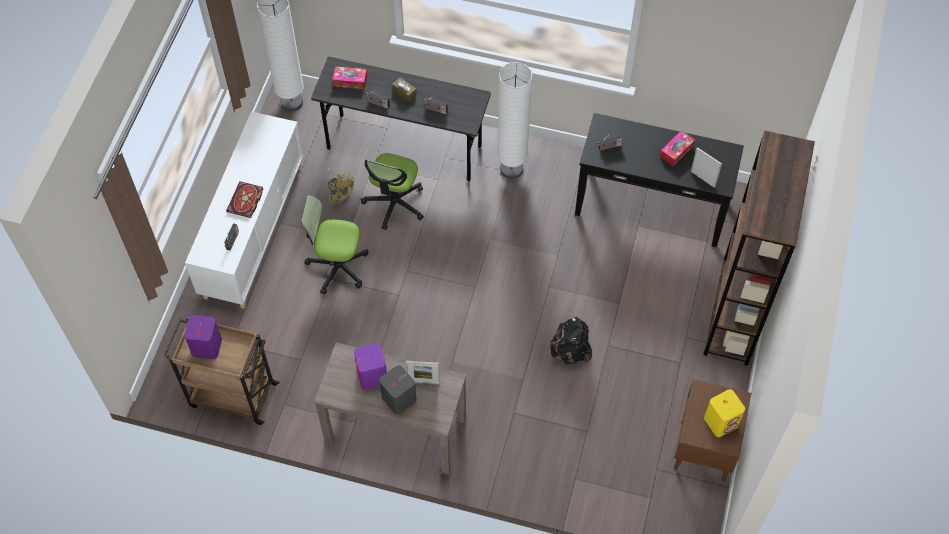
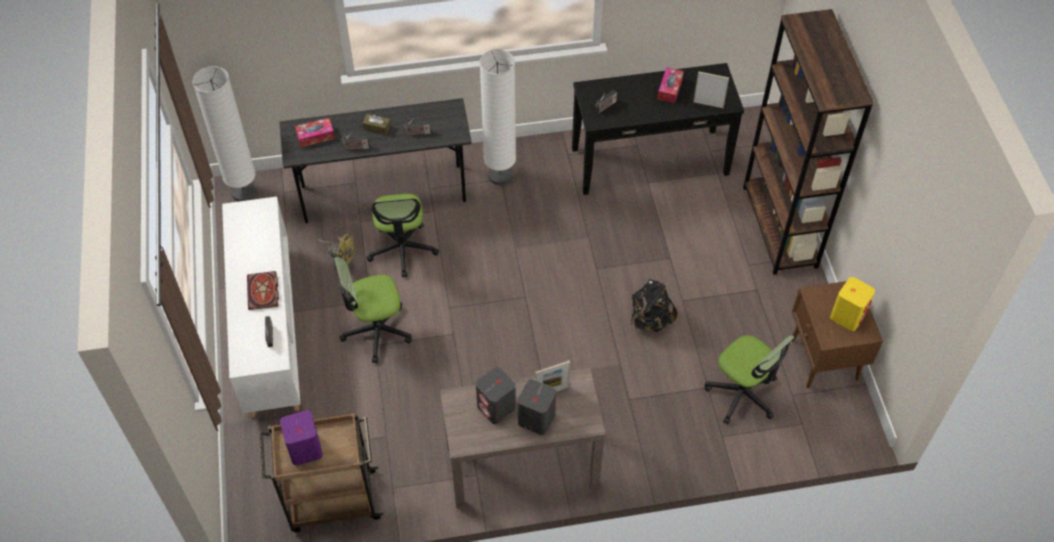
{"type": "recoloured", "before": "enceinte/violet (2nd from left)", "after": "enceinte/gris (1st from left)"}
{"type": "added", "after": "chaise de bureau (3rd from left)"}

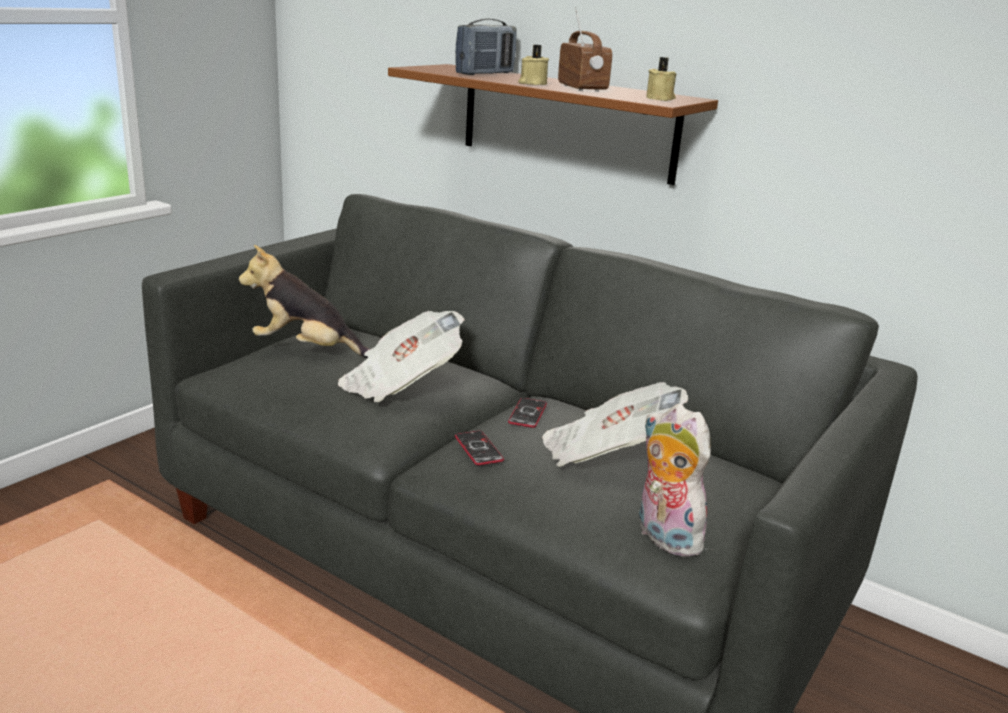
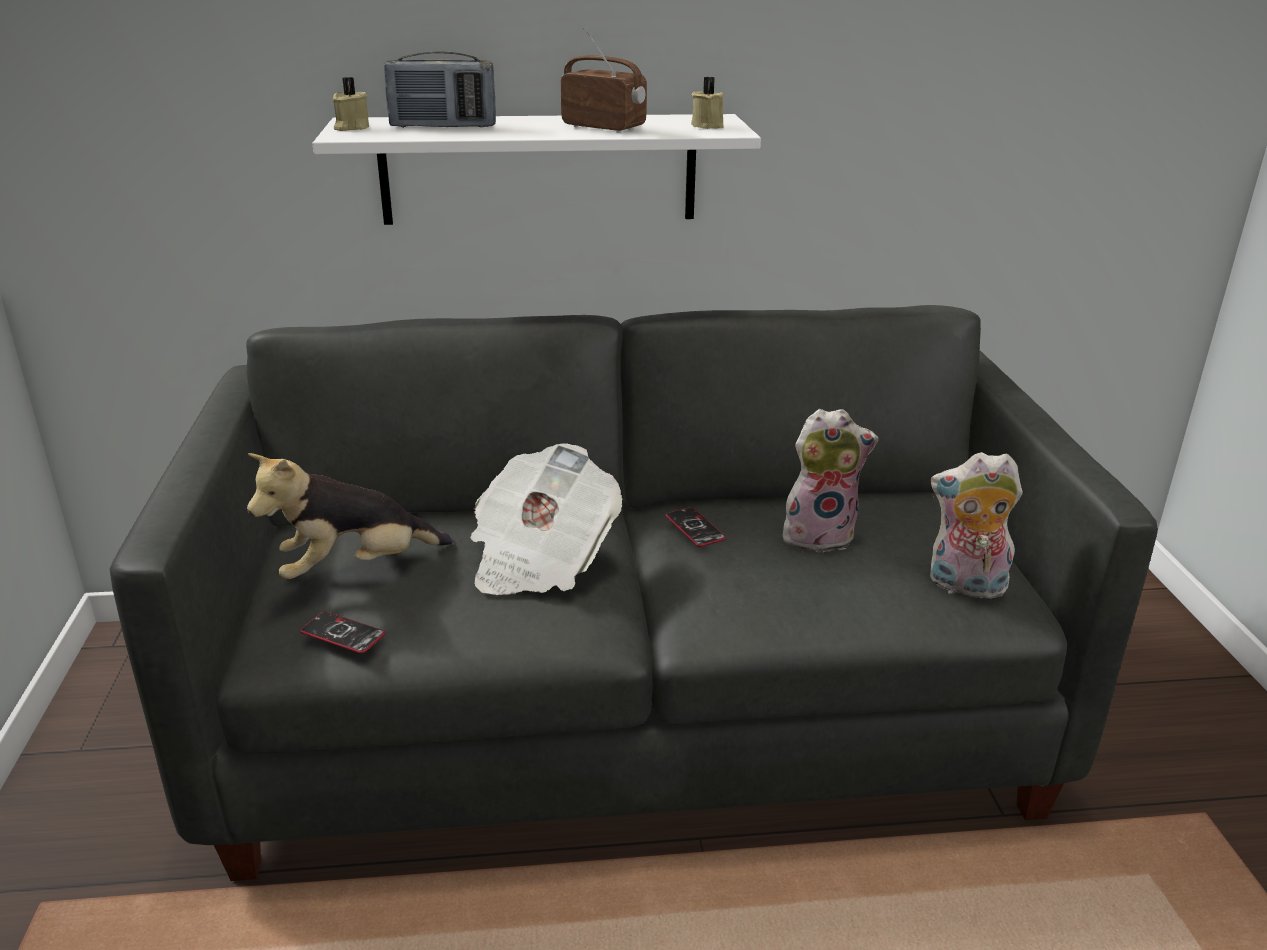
{"type": "turned", "before": "radio (1st from left)", "turn": 90}
{"type": "moved", "before": "bougie/beige (1st from left)"}
{"type": "recoloured", "before": "étagère/marron", "after": "étagère/blanc"}
{"type": "replaced", "before": "journal (2nd from left)", "after": "peluche (2nd from left)"}
{"type": "moved", "before": "téléphone (1st from left)"}

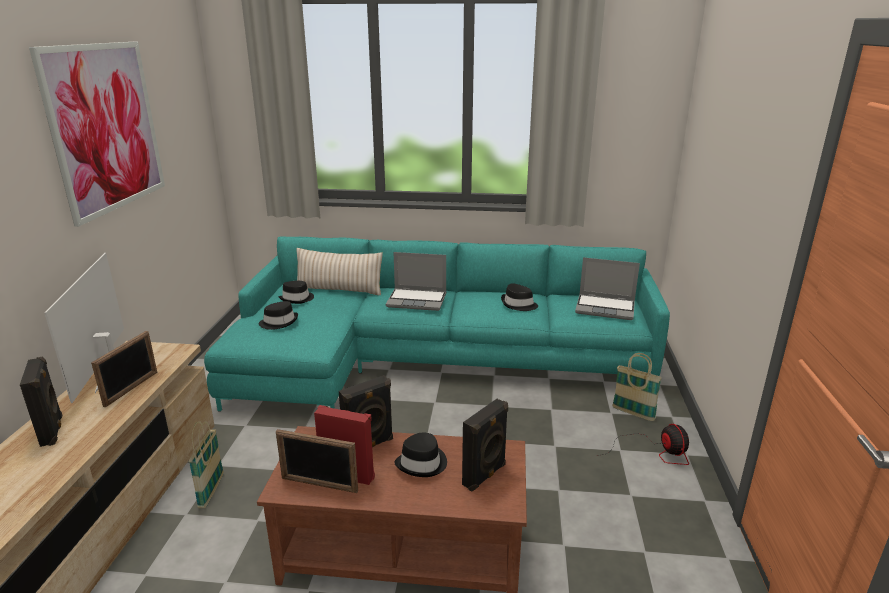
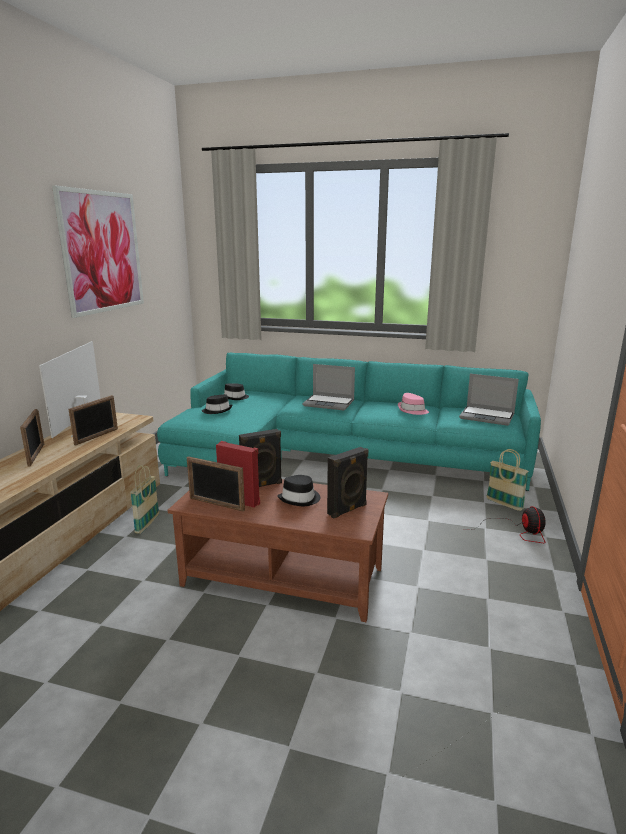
{"type": "removed", "before": "coussin/beige"}
{"type": "recoloured", "before": "chapeau/noir (4th from left)", "after": "chapeau/rose"}
{"type": "replaced", "before": "enceinte/noir (1st from left)", "after": "cadre photo (1st from left)"}

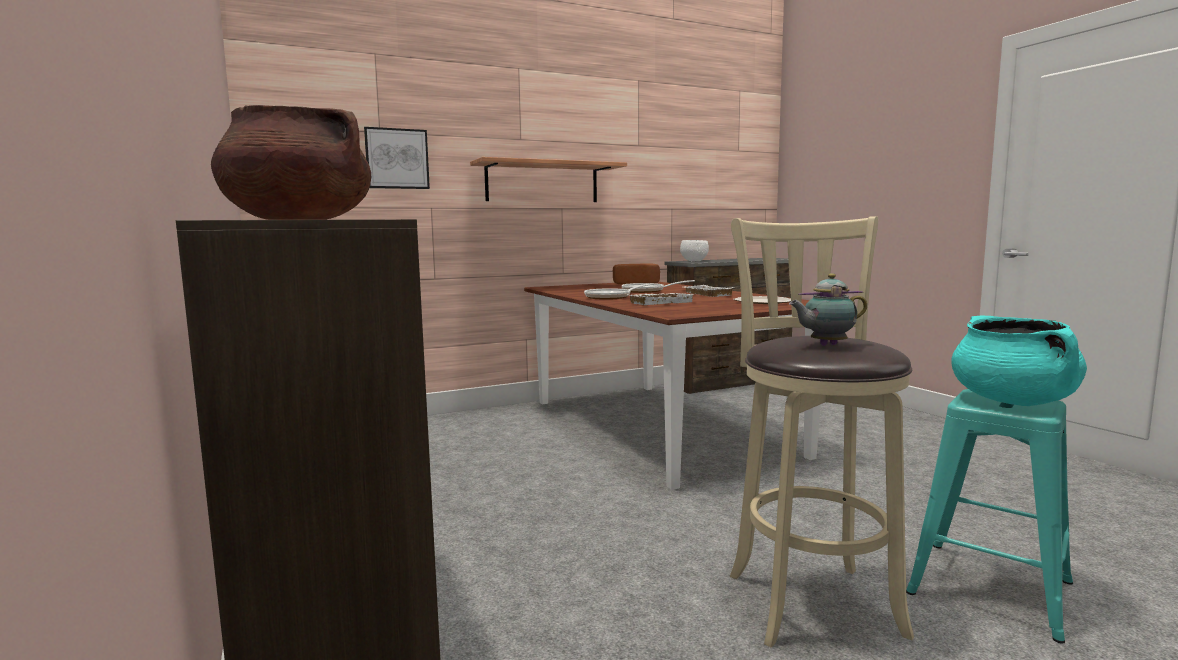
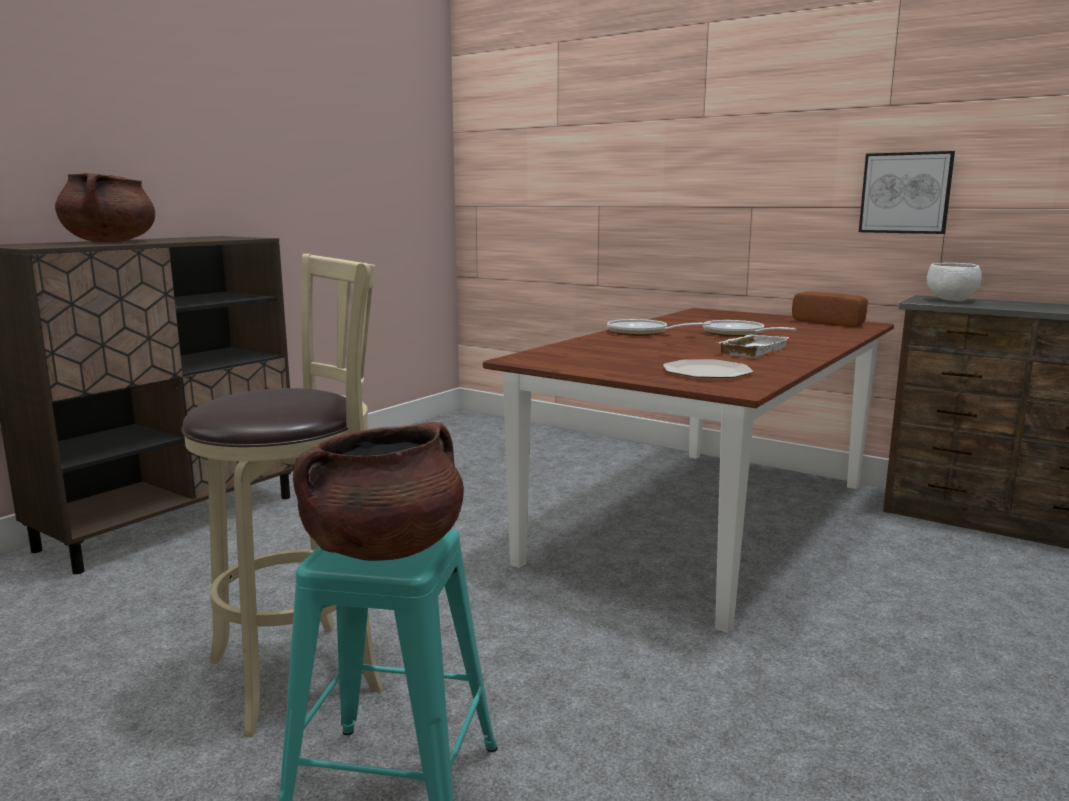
{"type": "moved", "before": "tableau"}
{"type": "removed", "before": "étagère"}
{"type": "removed", "before": "théière"}
{"type": "removed", "before": "plateau/blanc (1st from left)"}
{"type": "recoloured", "before": "marmite/turquoise", "after": "marmite/marron (2nd from left)"}

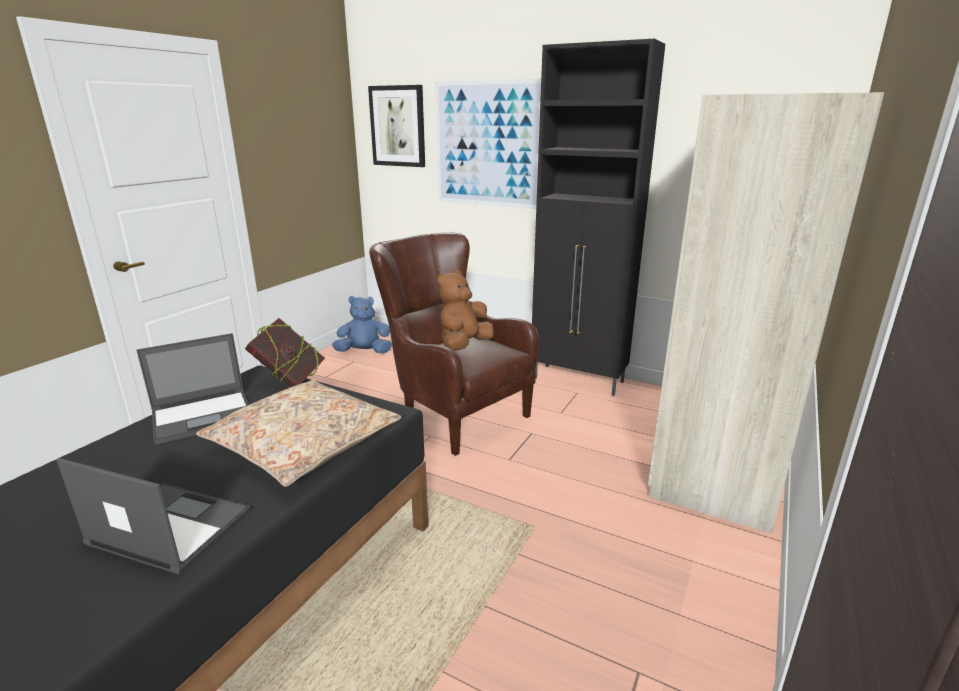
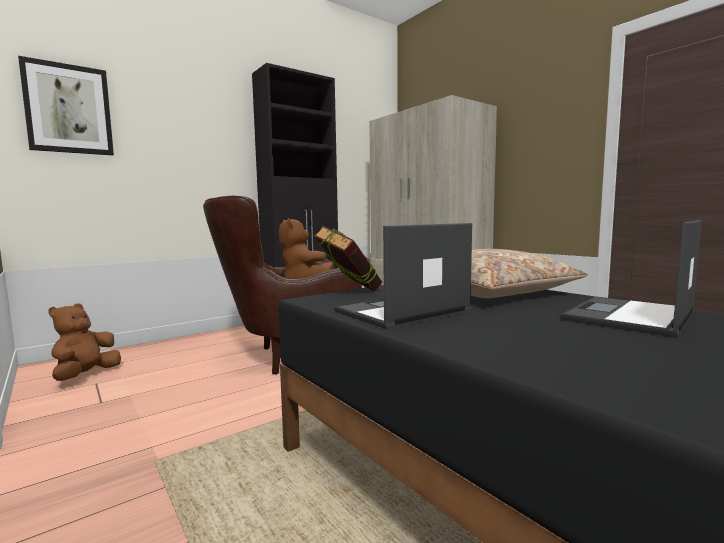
{"type": "removed", "before": "tableau (2nd from left)"}
{"type": "recoloured", "before": "peluche/bleu", "after": "peluche/marron (1st from left)"}
{"type": "turned", "before": "ordinateur portable (2nd from left in the first image)", "turn": -120}

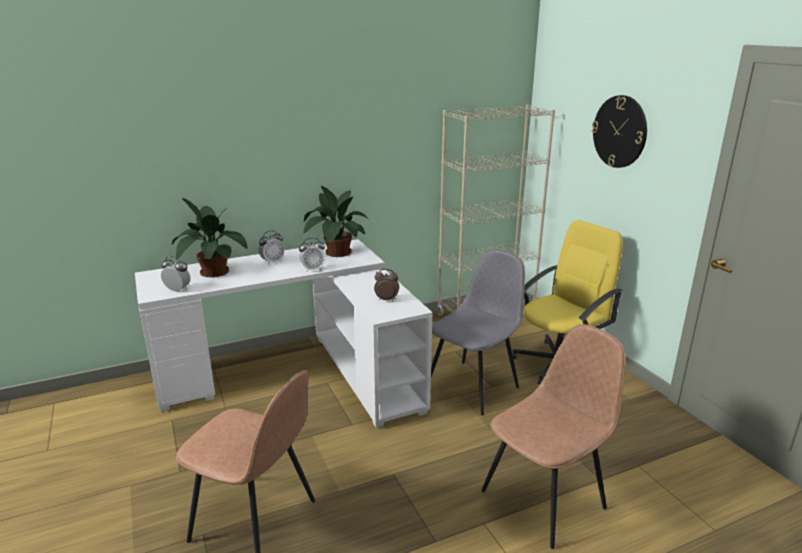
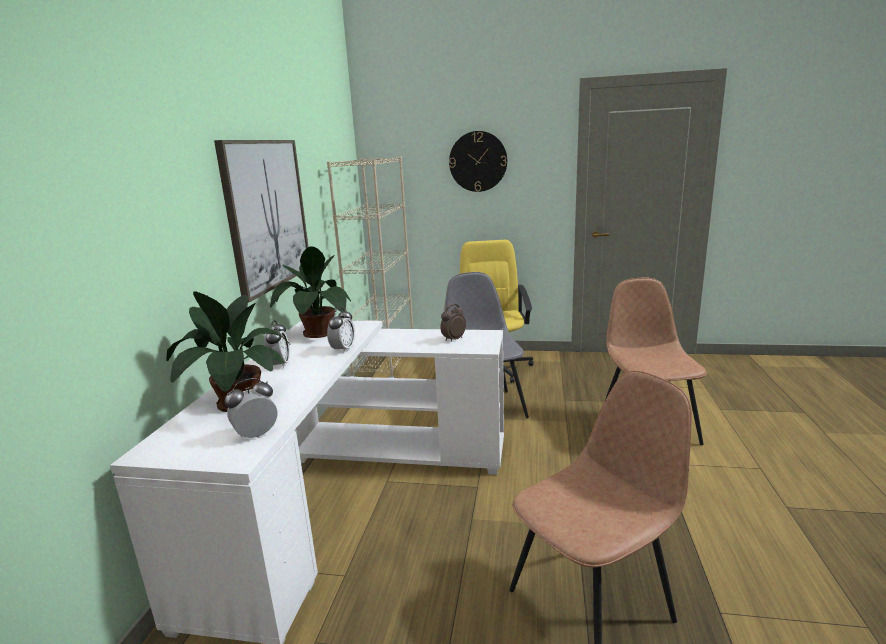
{"type": "added", "after": "tableau"}

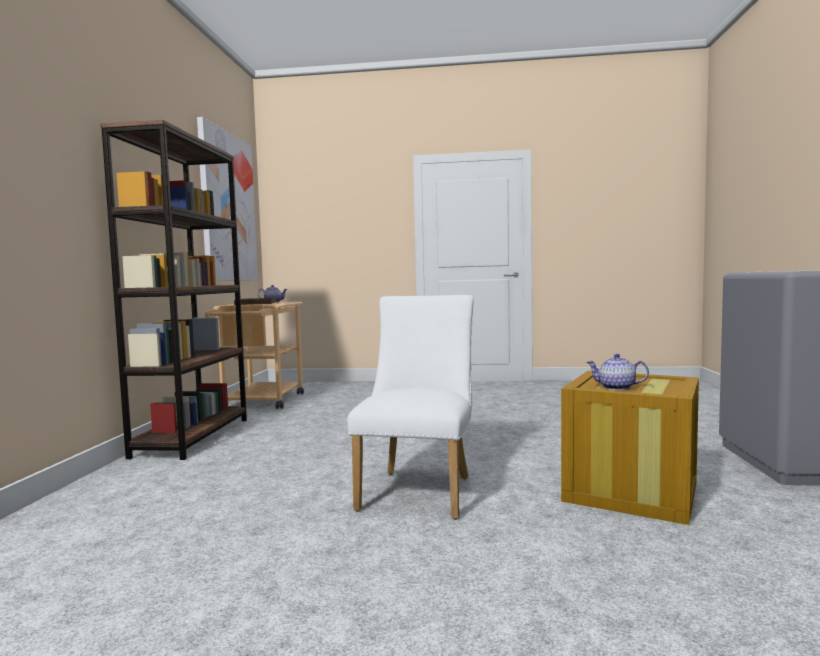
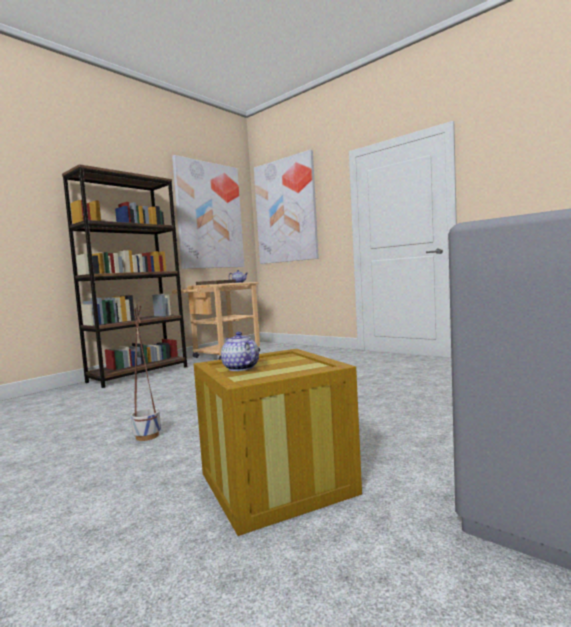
{"type": "replaced", "before": "chaise/blanc", "after": "cache-pot"}
{"type": "added", "after": "tableau (2nd from left)"}

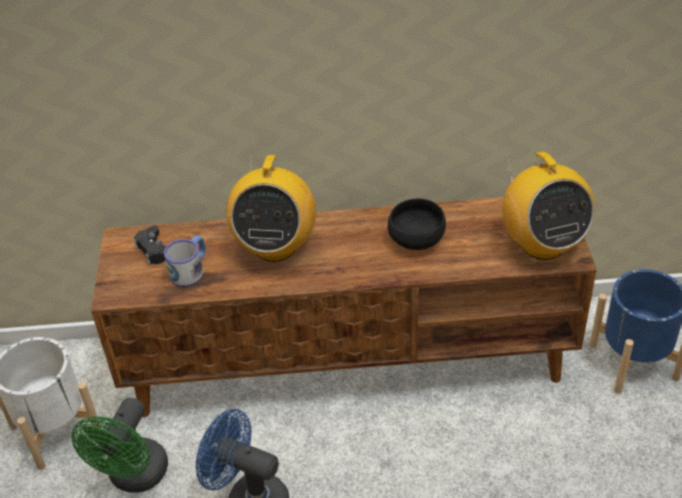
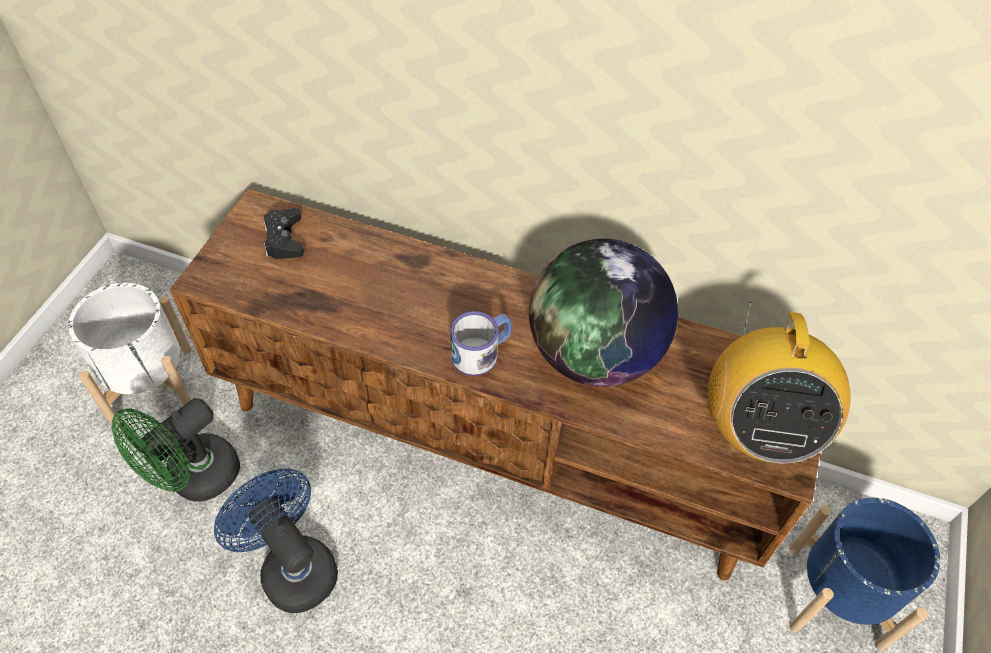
{"type": "removed", "before": "radio (1st from left)"}
{"type": "replaced", "before": "bol/noir", "after": "globe"}
{"type": "moved", "before": "mug"}

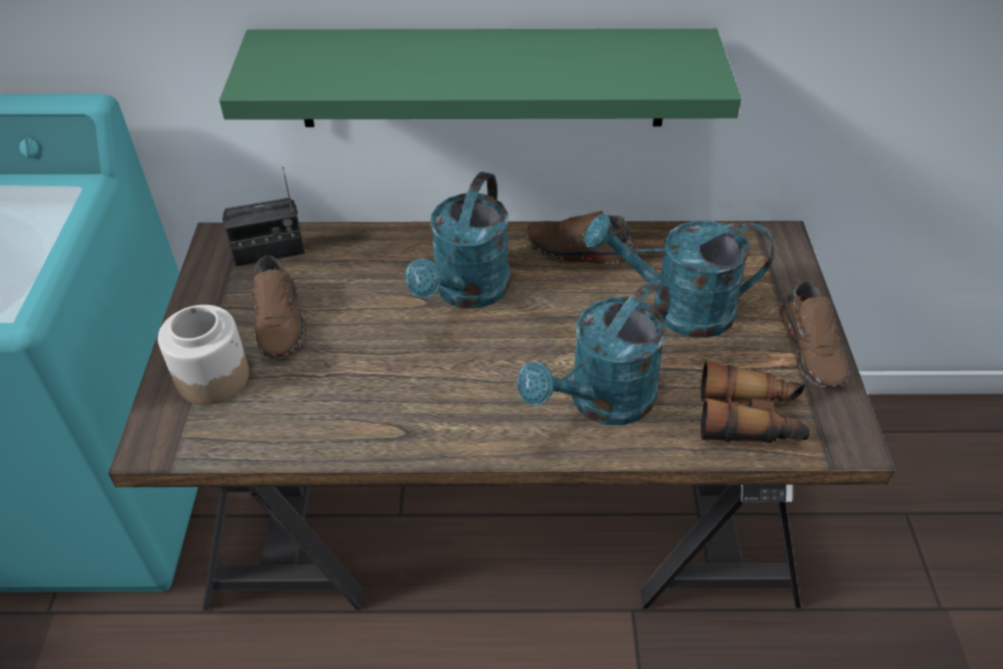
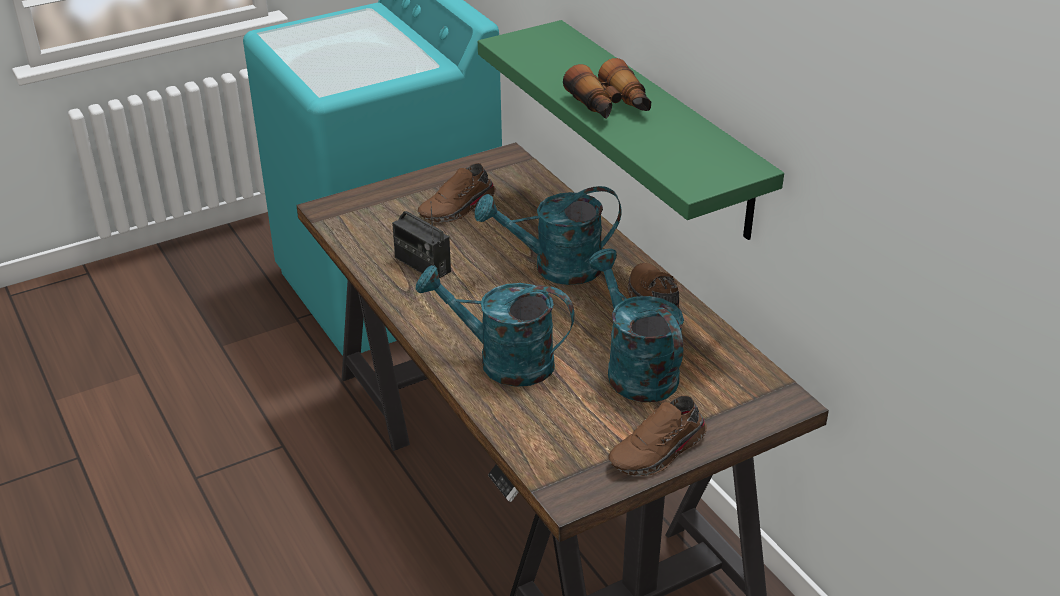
{"type": "moved", "before": "radio"}
{"type": "removed", "before": "bocal"}
{"type": "moved", "before": "jumelles"}

